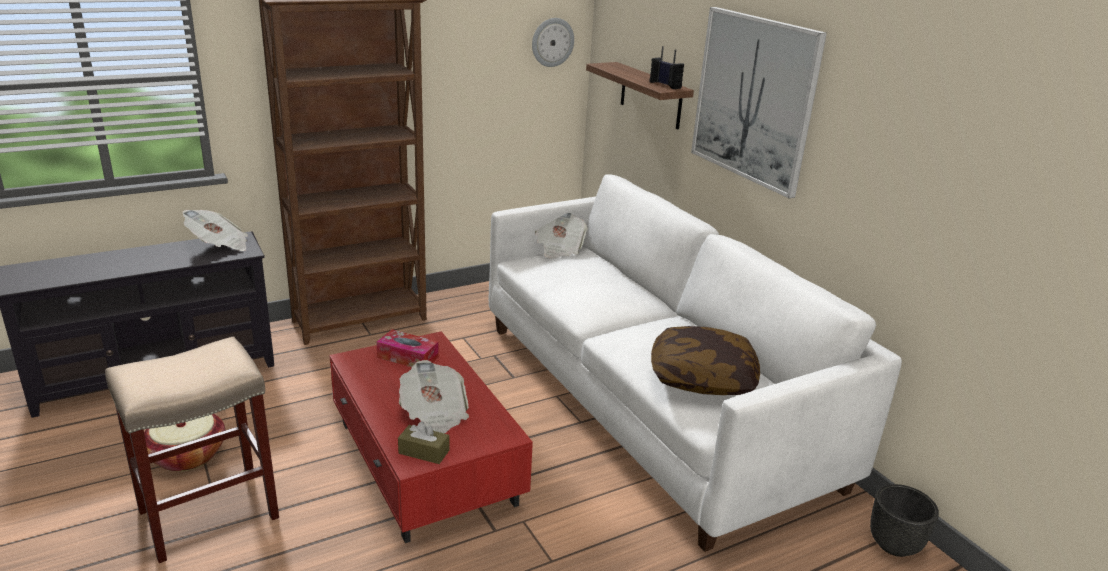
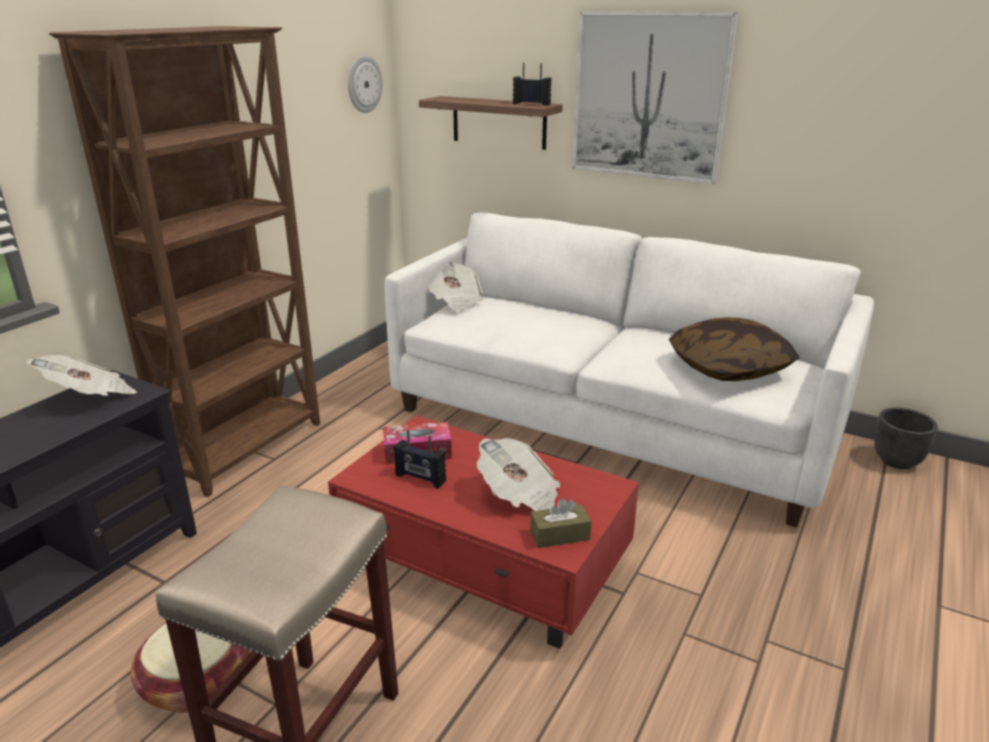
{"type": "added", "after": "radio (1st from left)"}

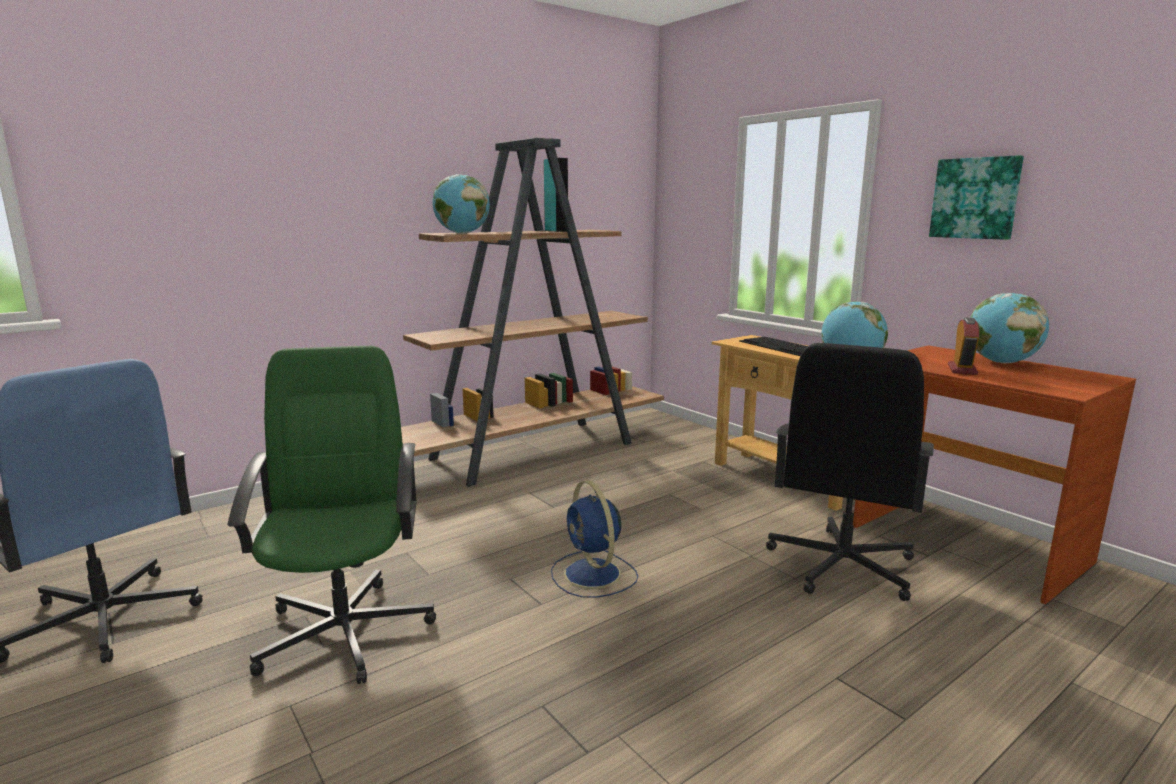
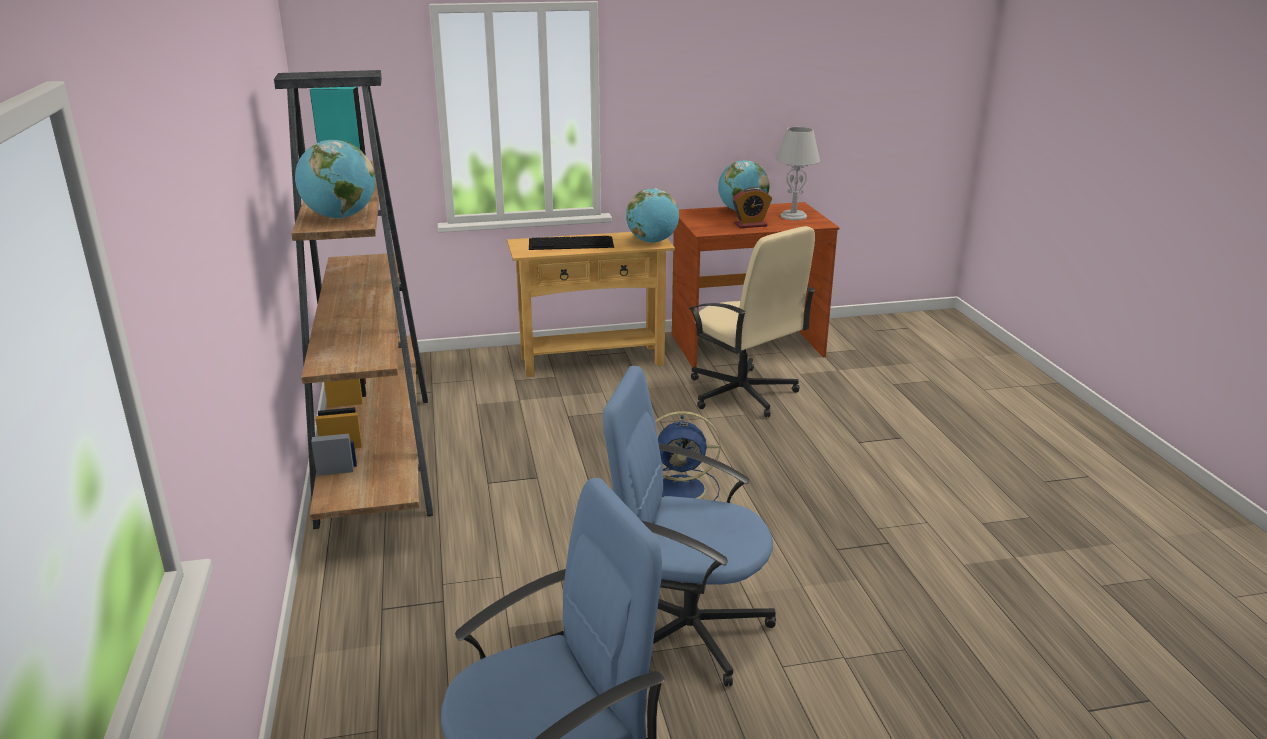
{"type": "removed", "before": "tableau"}
{"type": "turned", "before": "réveil", "turn": 120}
{"type": "recoloured", "before": "chaise de bureau/noir", "after": "chaise de bureau/beige"}
{"type": "recoloured", "before": "chaise de bureau/vert", "after": "chaise de bureau/bleu (2nd from left)"}
{"type": "added", "after": "lampe de table/gris"}

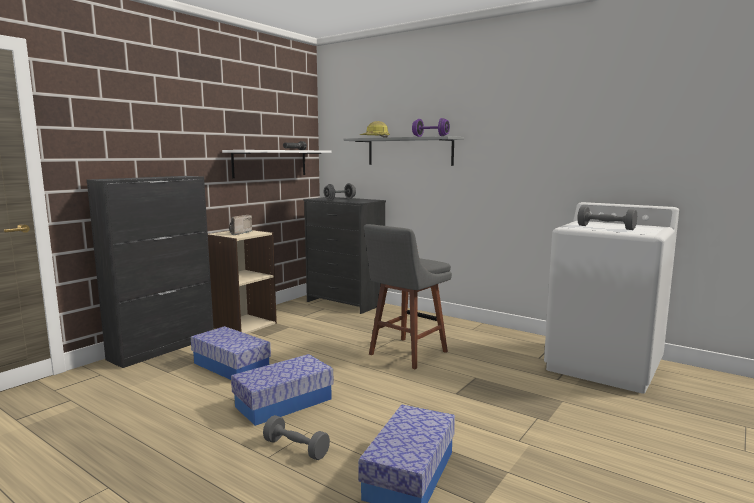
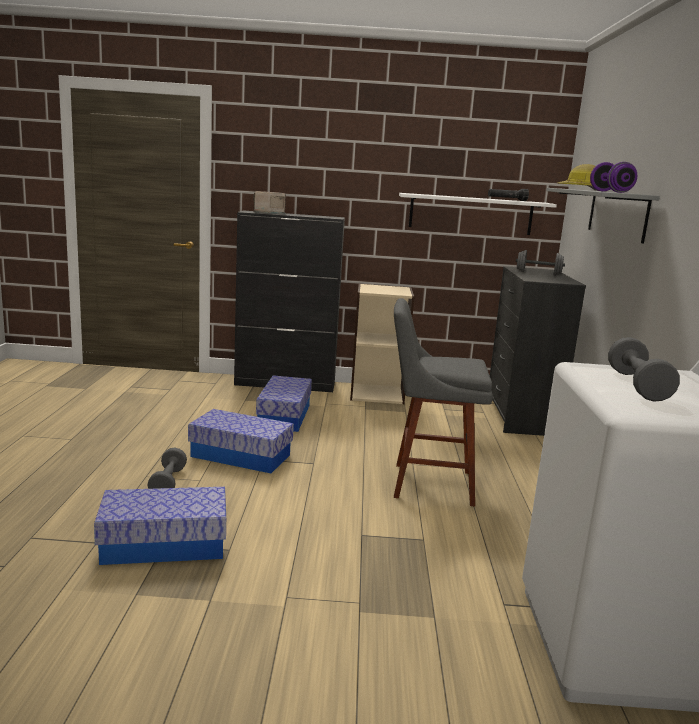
{"type": "moved", "before": "radio"}

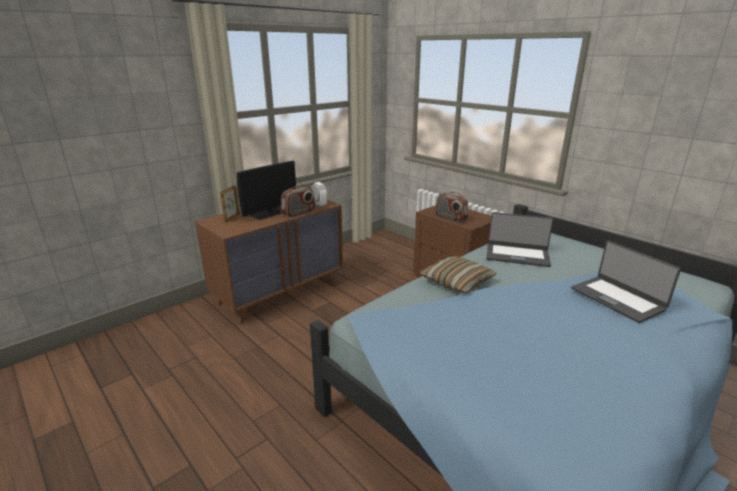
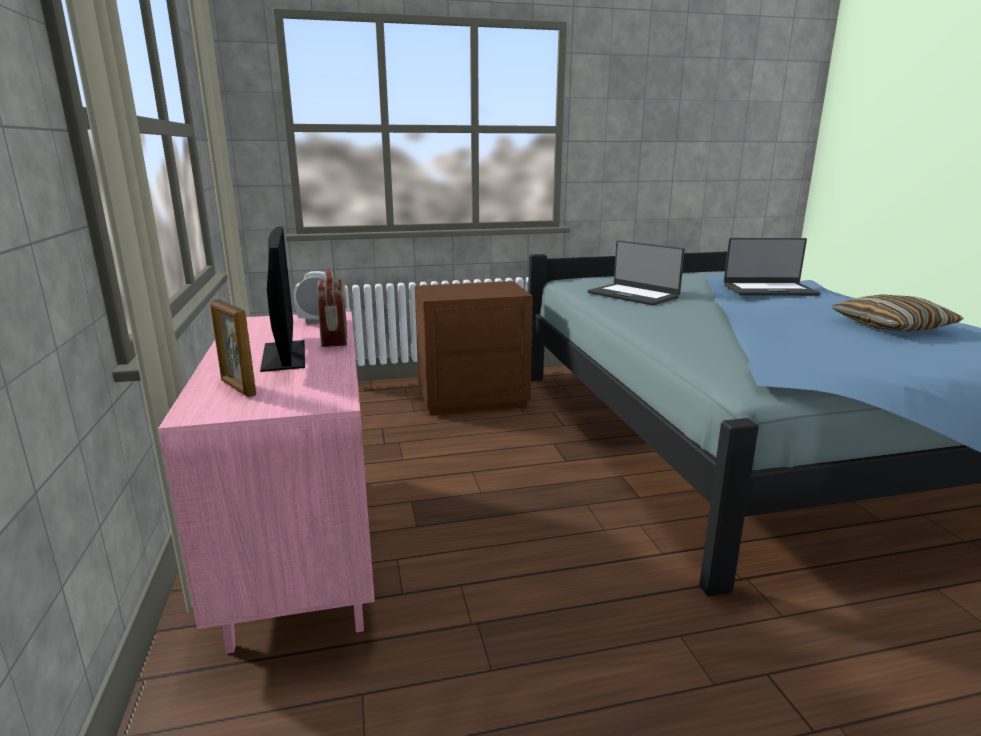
{"type": "removed", "before": "radio (2nd from left)"}
{"type": "recoloured", "before": "commode/marron", "after": "commode/rose"}
{"type": "turned", "before": "ordinateur portable (1st from left)", "turn": 90}
{"type": "moved", "before": "coussin"}

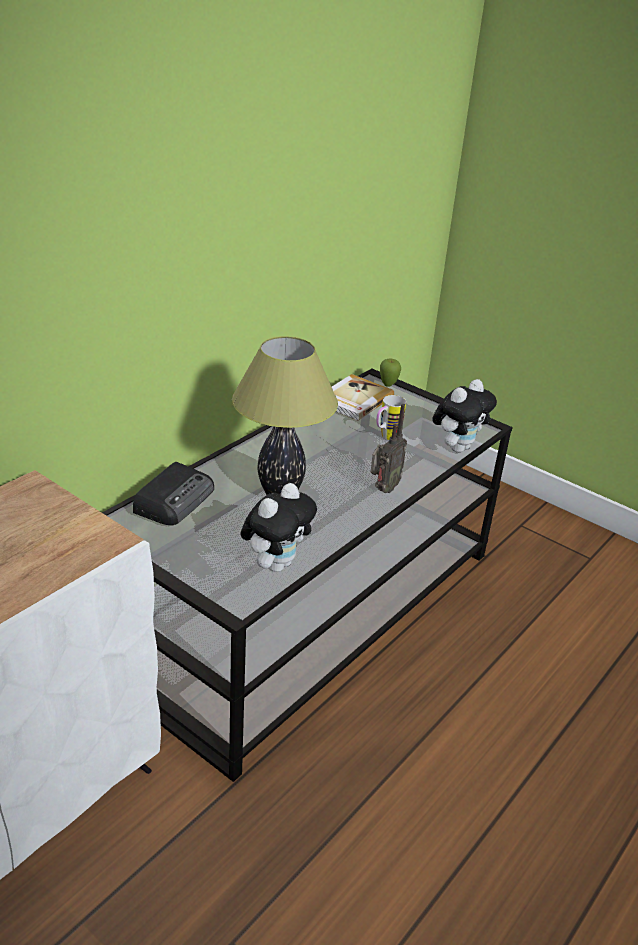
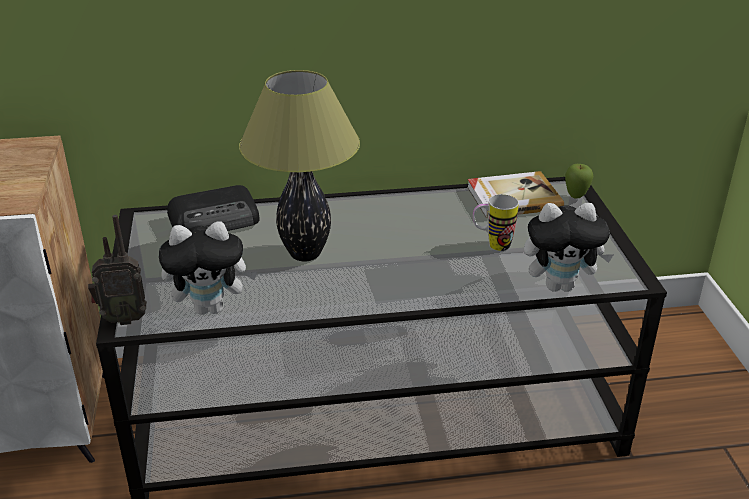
{"type": "moved", "before": "radio (2nd from left in the first image)", "after": "radio (1st from left)"}

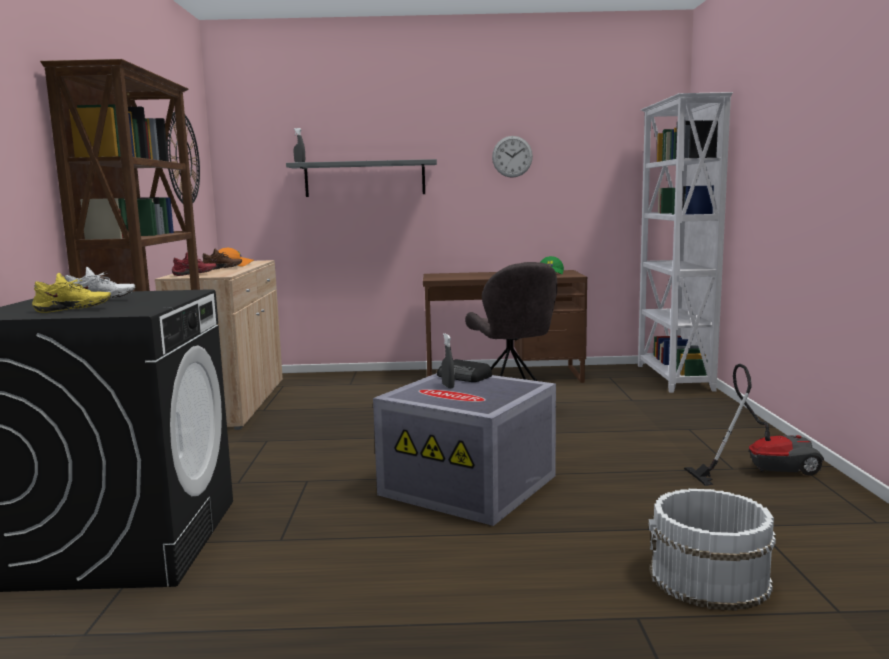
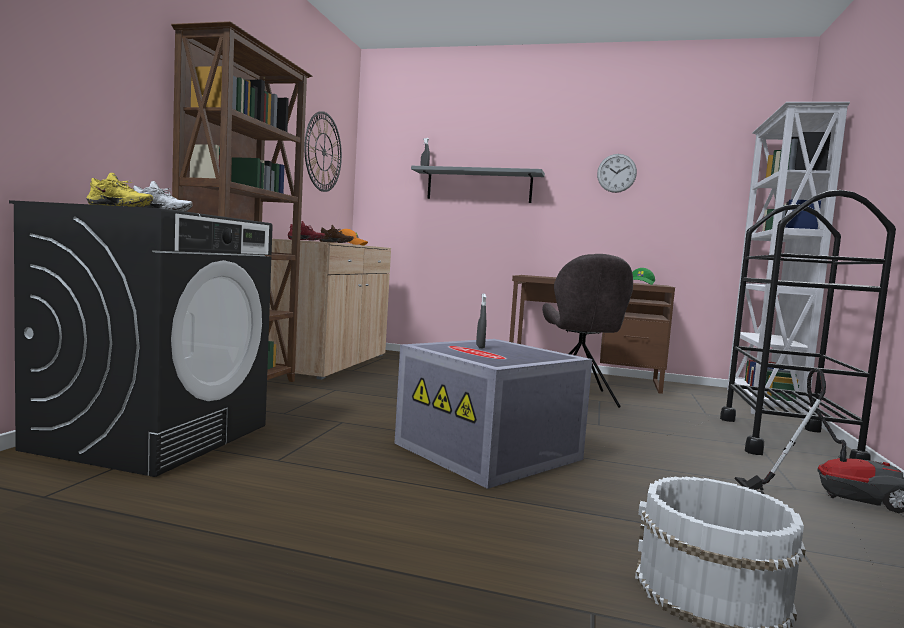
{"type": "removed", "before": "radio"}
{"type": "added", "after": "chariot/noir"}

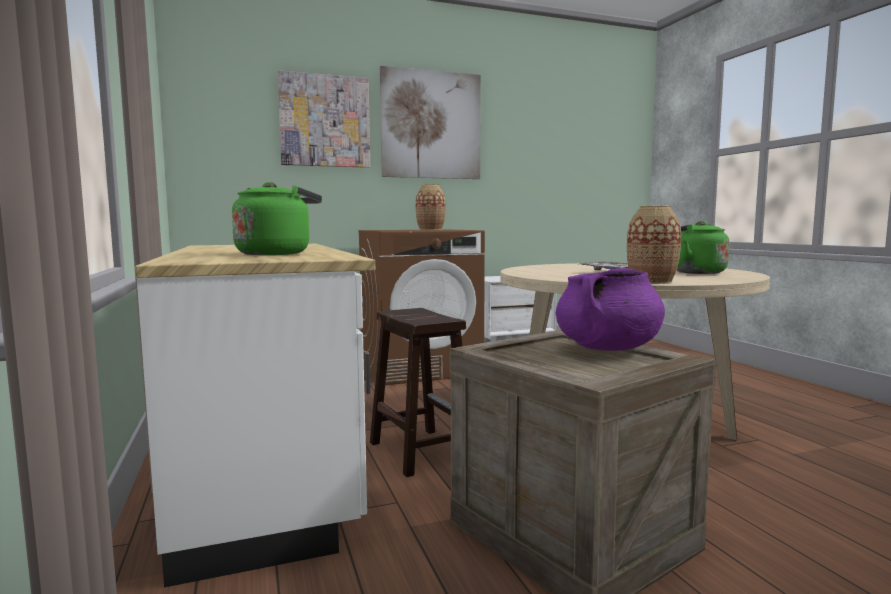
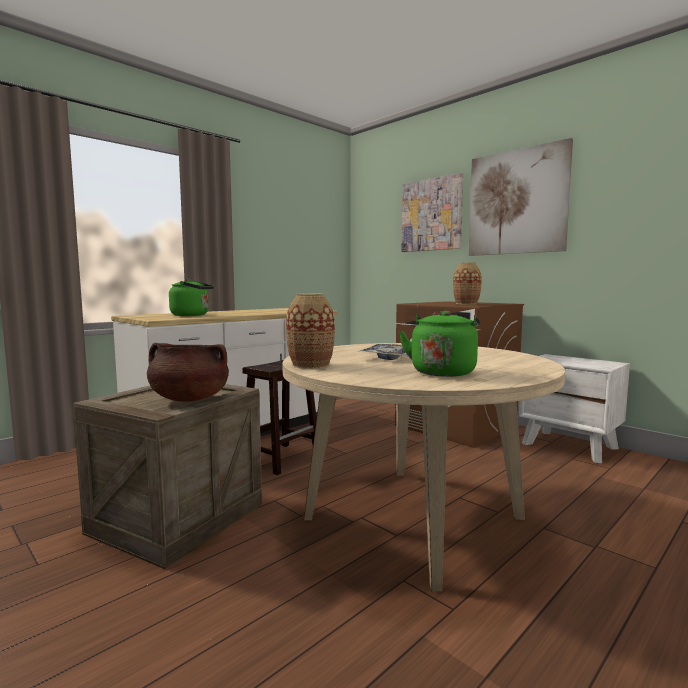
{"type": "recoloured", "before": "marmite/violet", "after": "marmite/marron"}

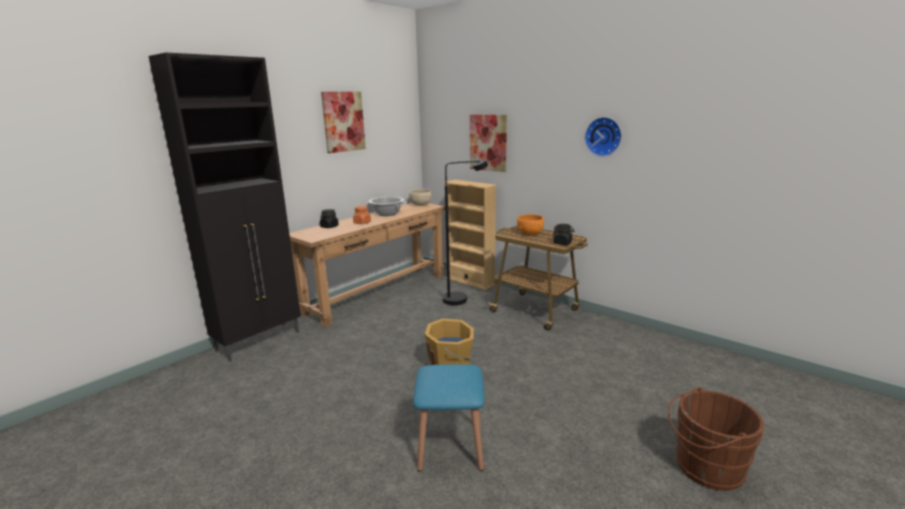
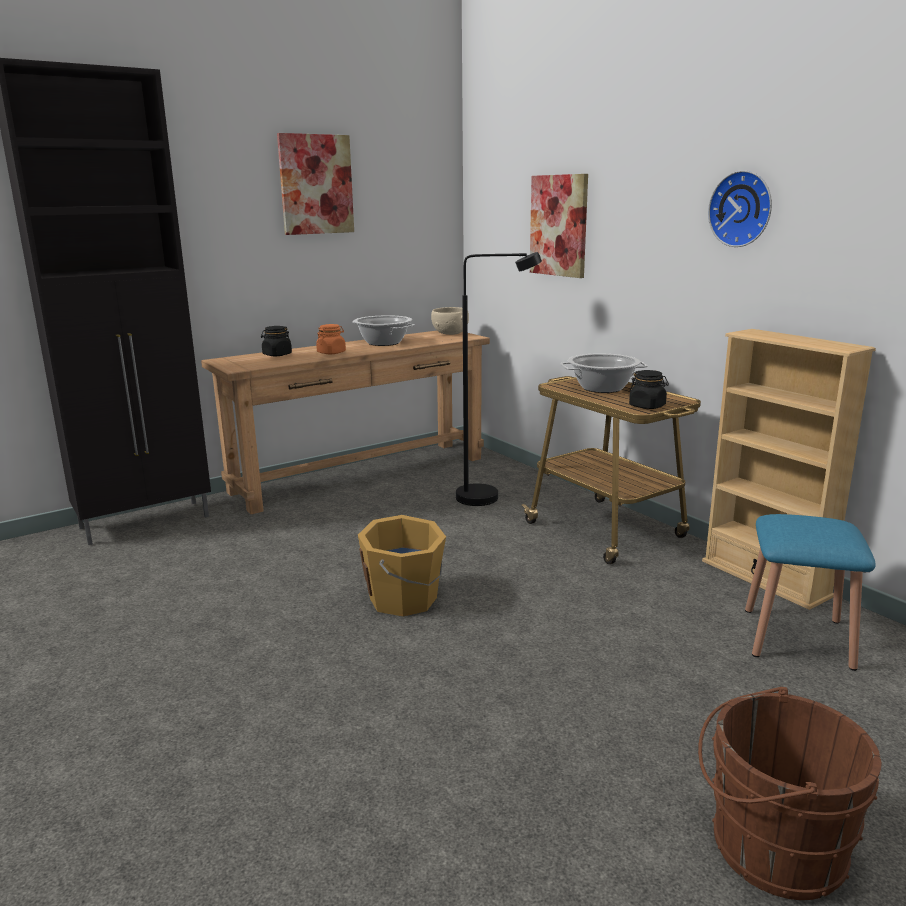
{"type": "moved", "before": "bibliothèque/beige"}
{"type": "replaced", "before": "bol/orange", "after": "marmite (2nd from left)"}
{"type": "moved", "before": "tabouret/bleu"}

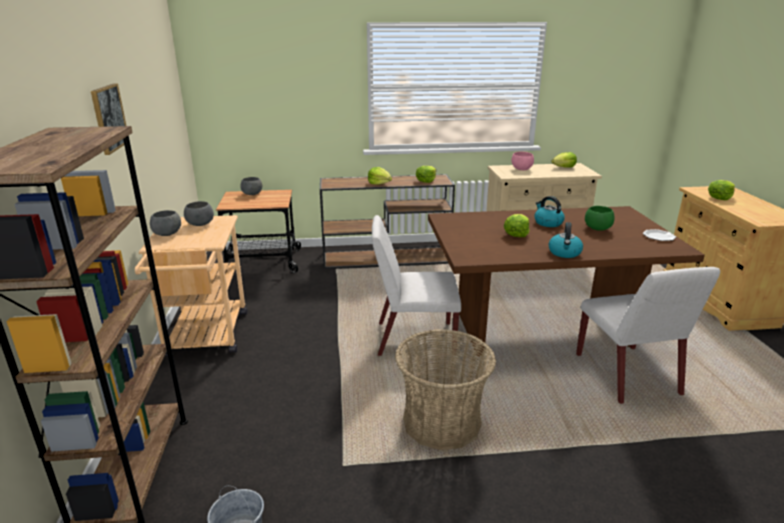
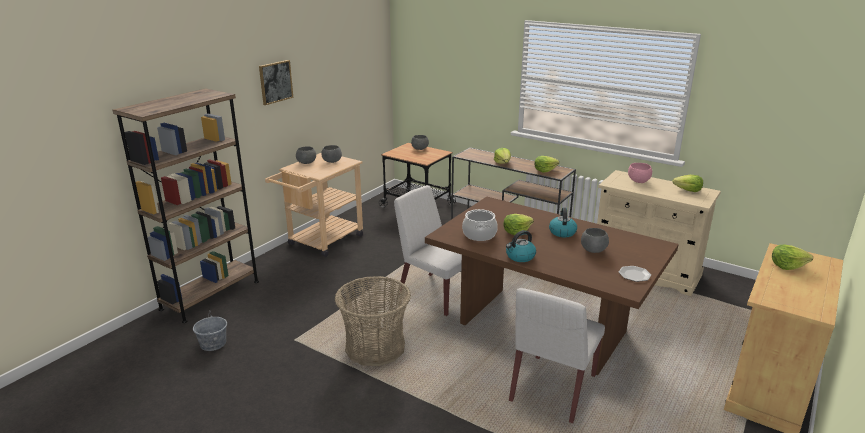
{"type": "recoloured", "before": "bol/vert", "after": "bol/gris (4th from left)"}
{"type": "added", "after": "marmite"}

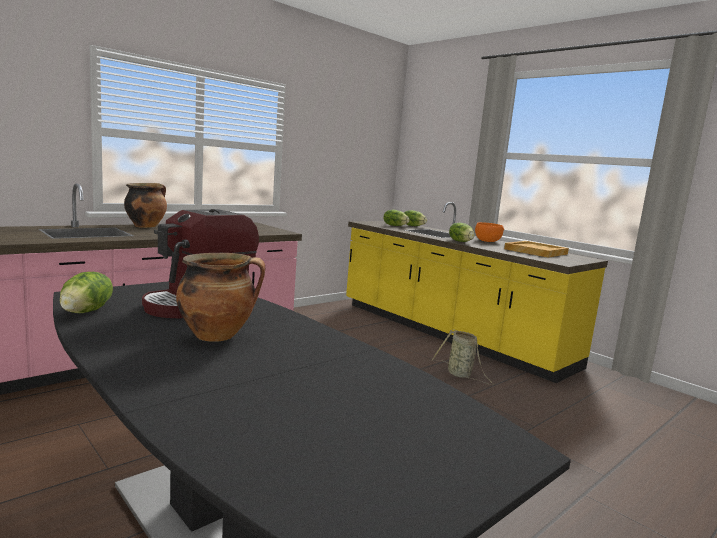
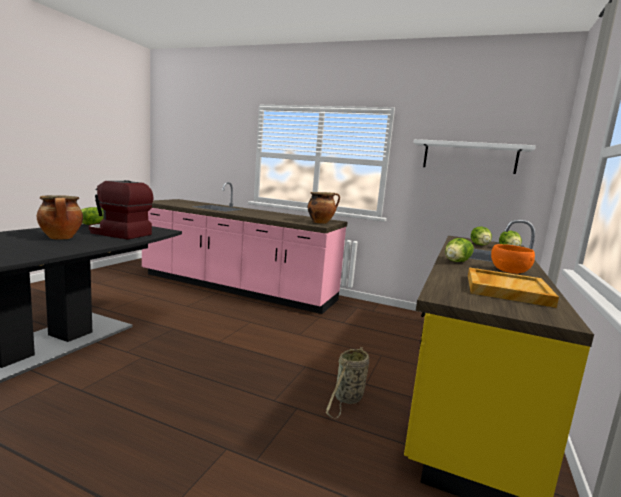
{"type": "moved", "before": "marmite (1st from left in the first image)", "after": "marmite (2nd from left)"}
{"type": "added", "after": "étagère/blanc"}

